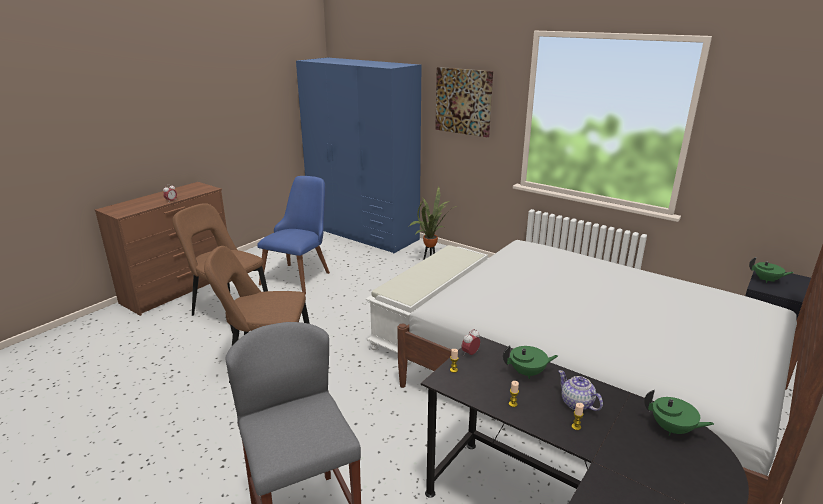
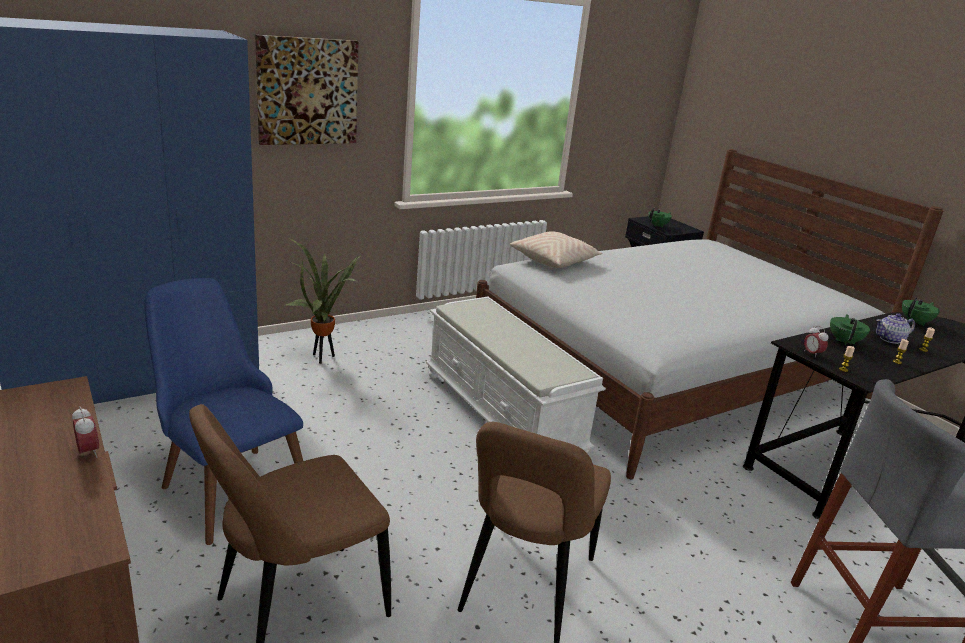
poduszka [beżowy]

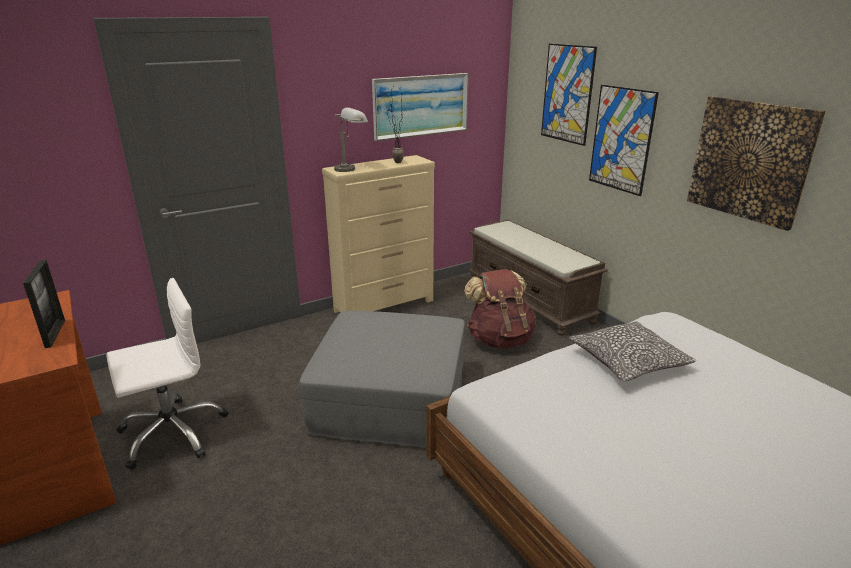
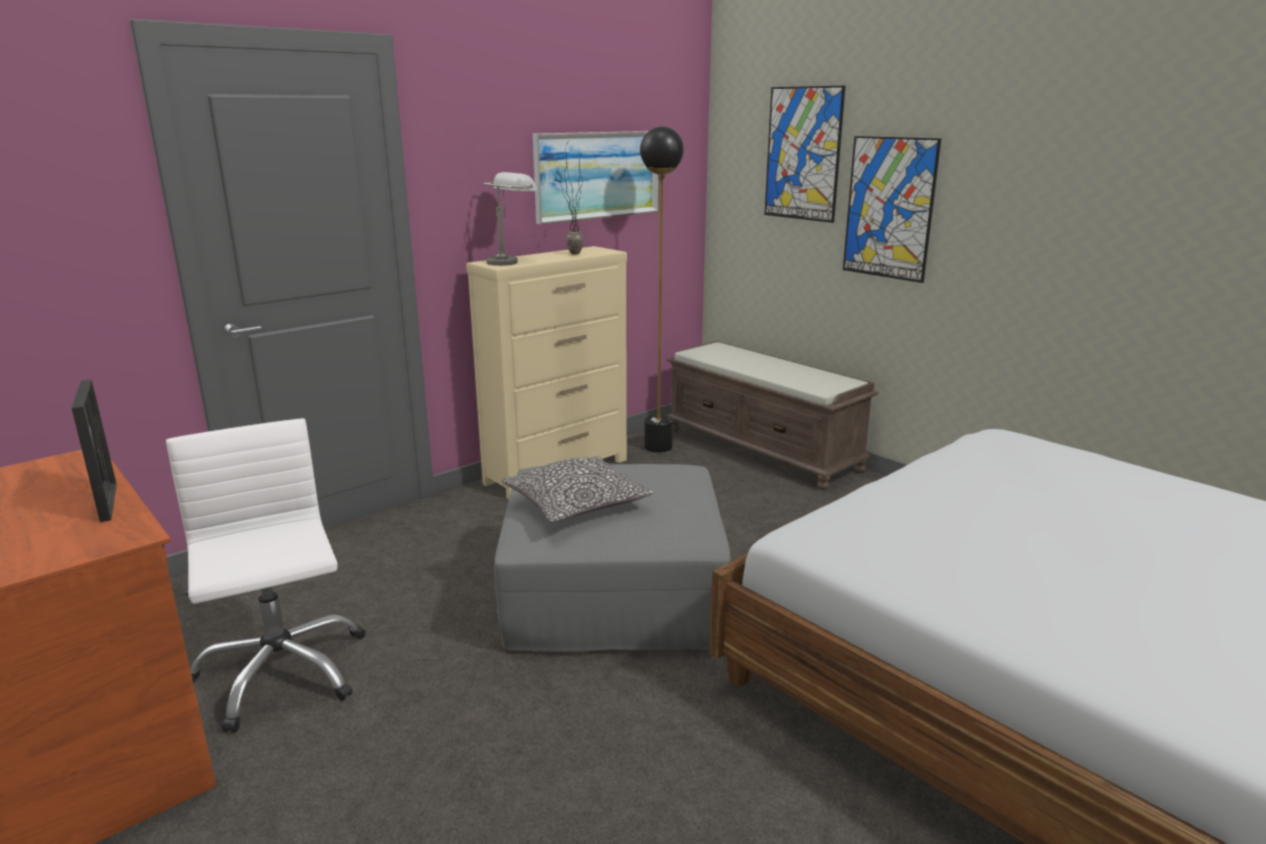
krzesło biurowe [biały]
plecak [brązowy]
poduszka
obraz (no. 4 from left in the first image)
lampa stojąca [czarny]

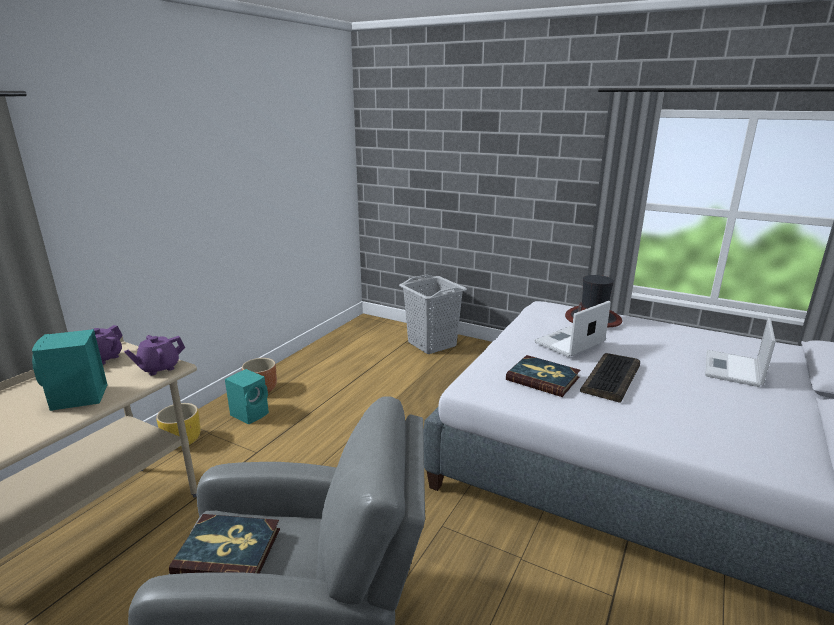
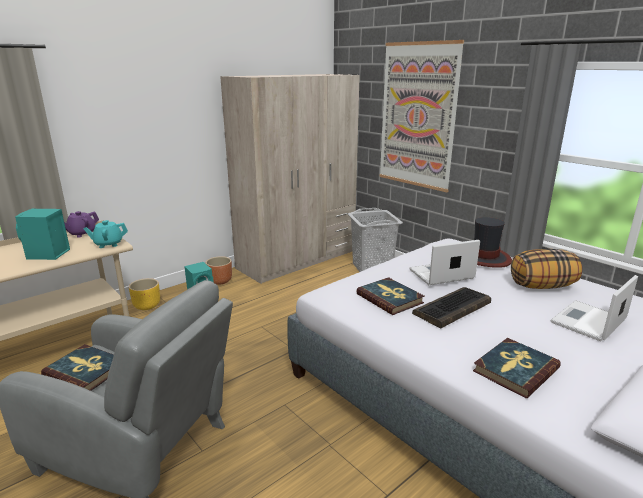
imbryk [turkusowy]
szafa [beżowy]
obraz
książka (no. 3 from left)
poduszka

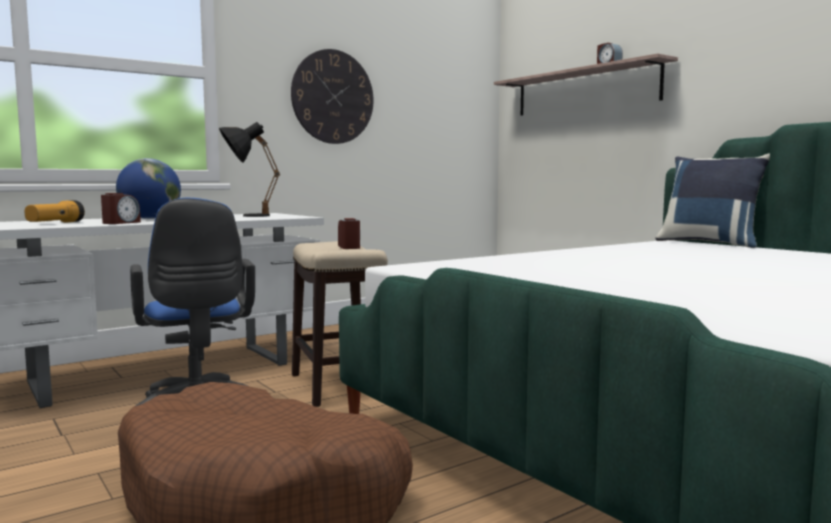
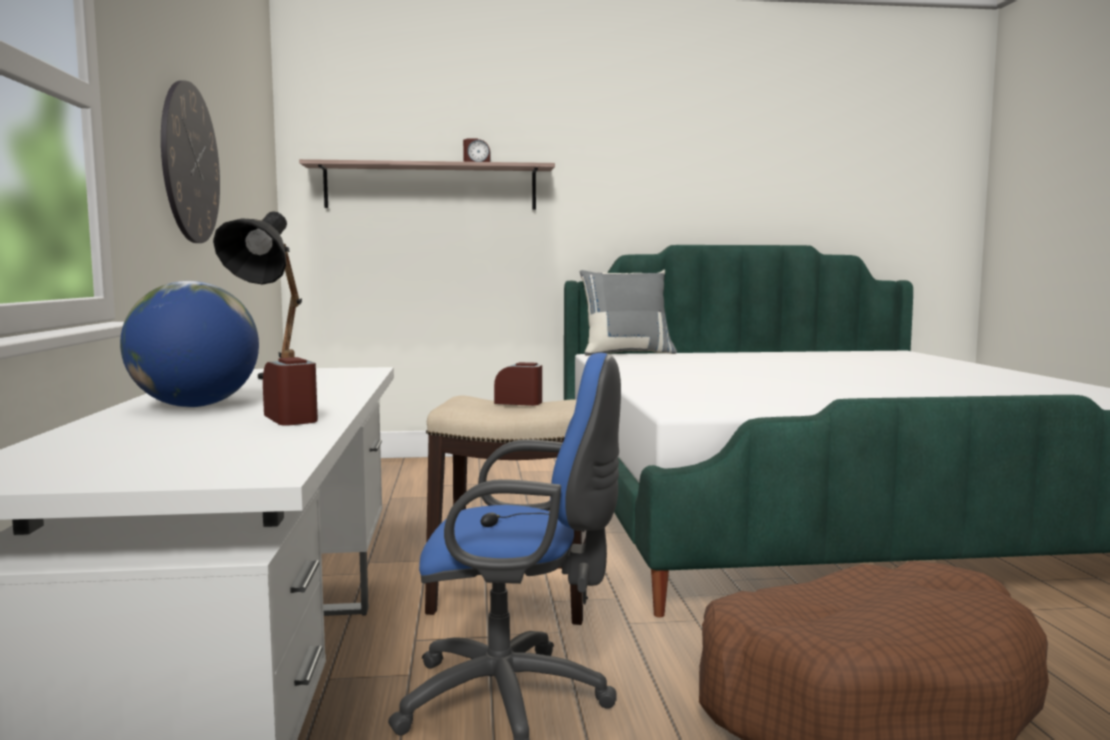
latarka
poduszka [szary]

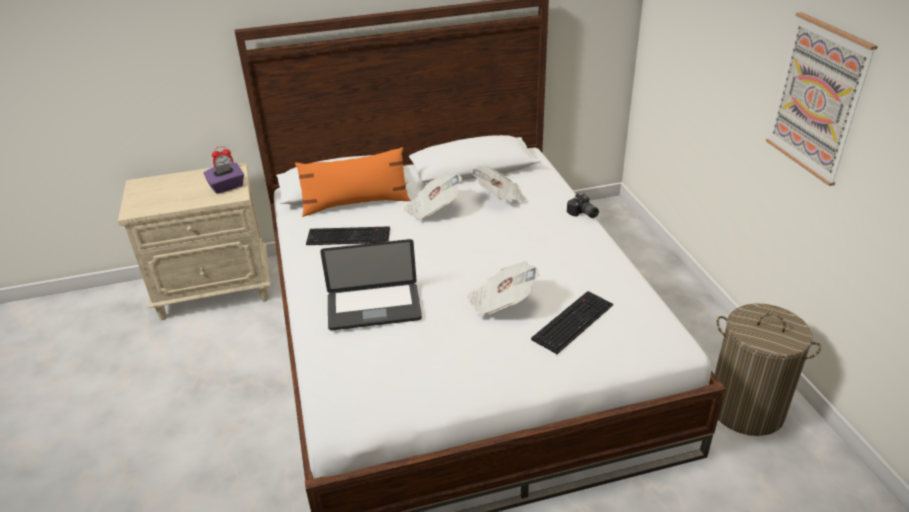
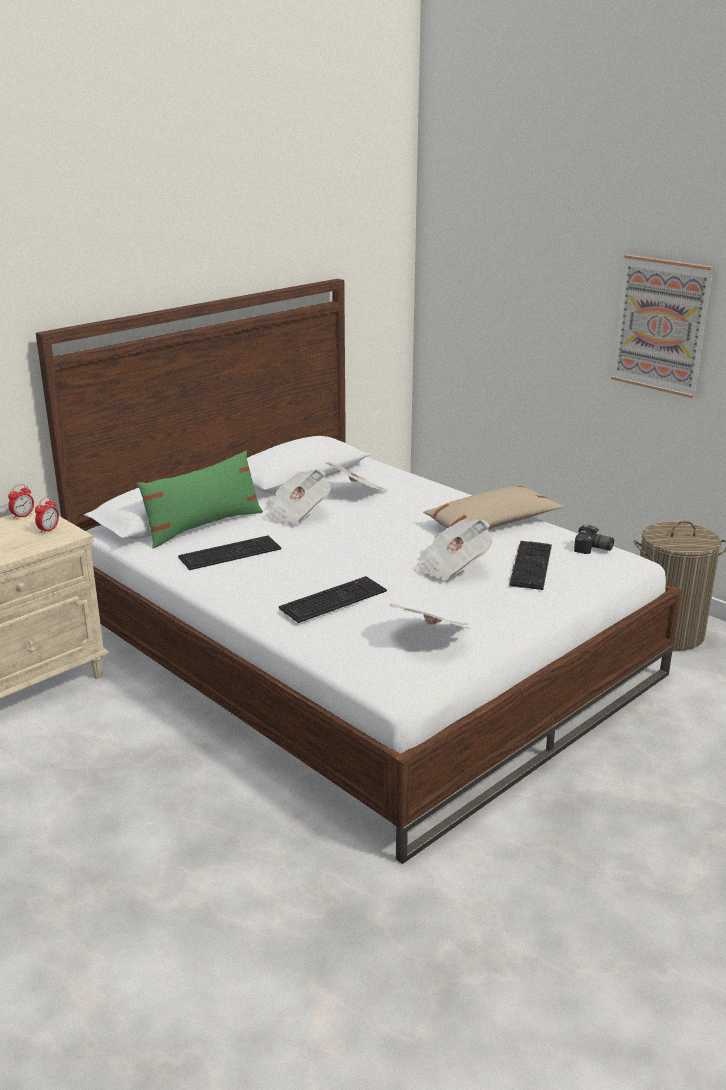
budzik (no. 2 from left)
poduszka [zielony]
klawiatura (no. 2 from left)
aparat fotograficzny
gazeta (no. 3 from left)
poduszka [beżowy]

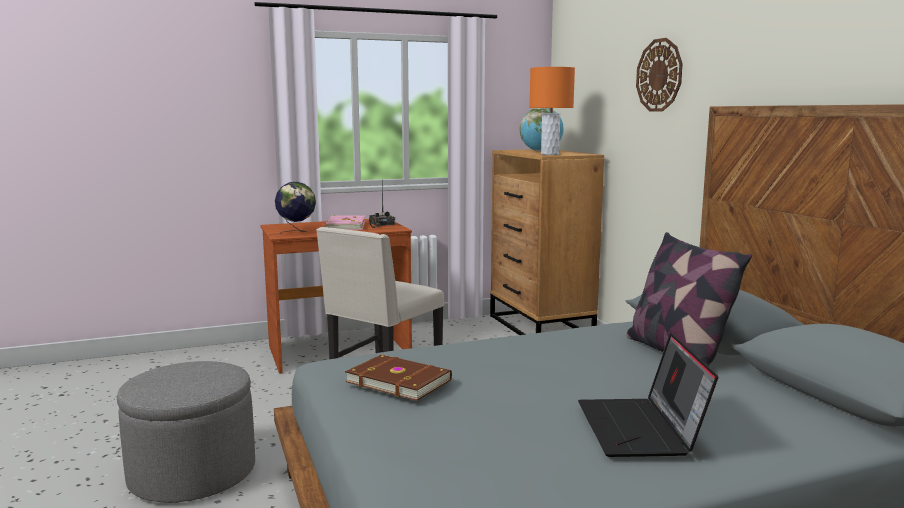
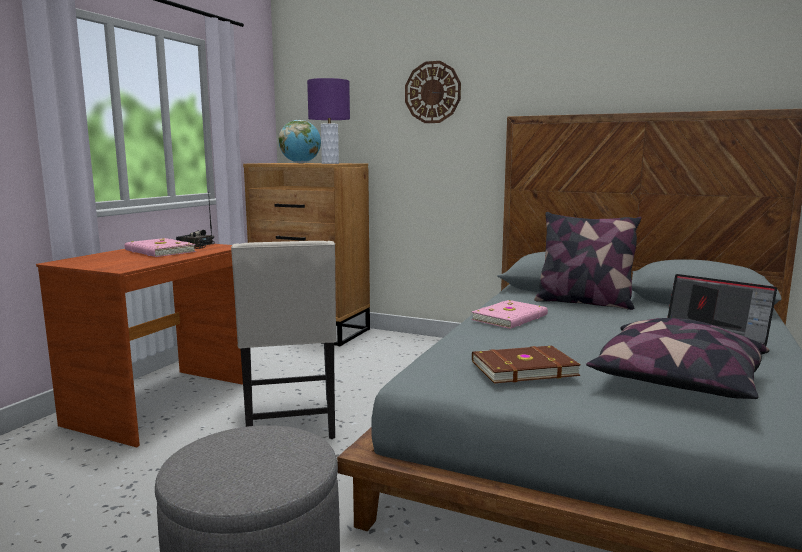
globus (no. 1 from left in the first image)
lampa stołowa [fioletowy]
książka [różowy] (no. 2 from left)
poduszka (no. 2 from left)

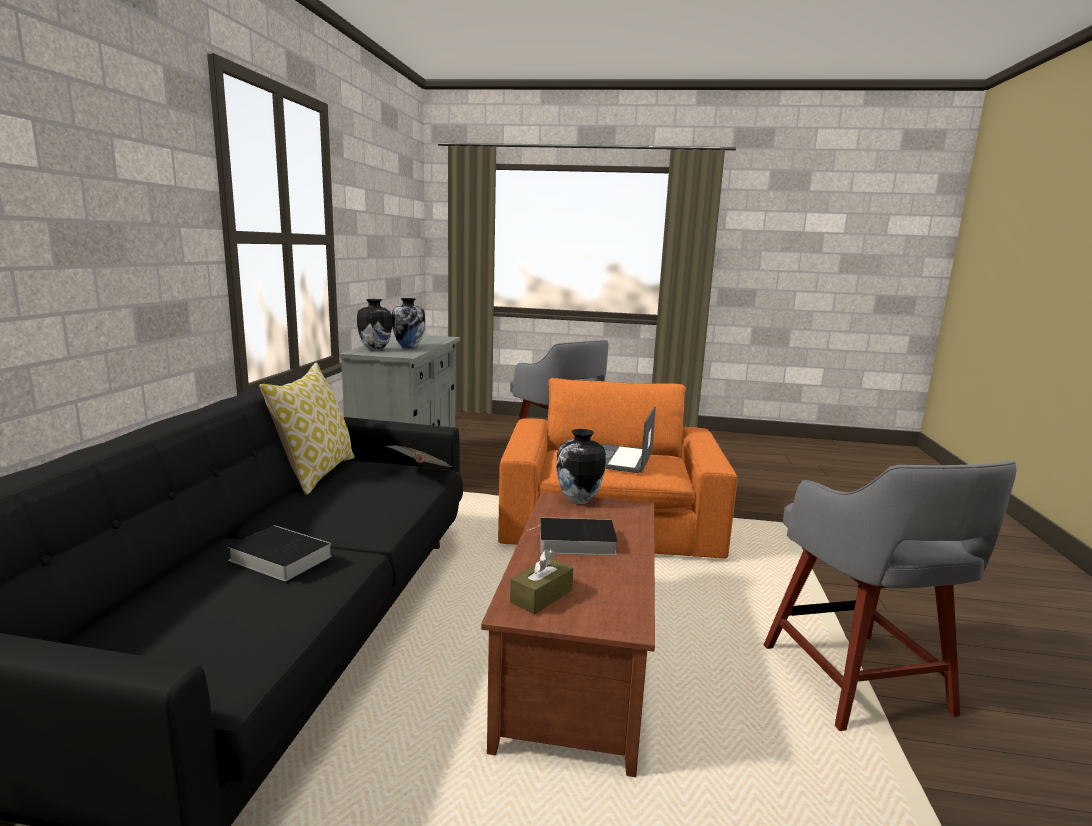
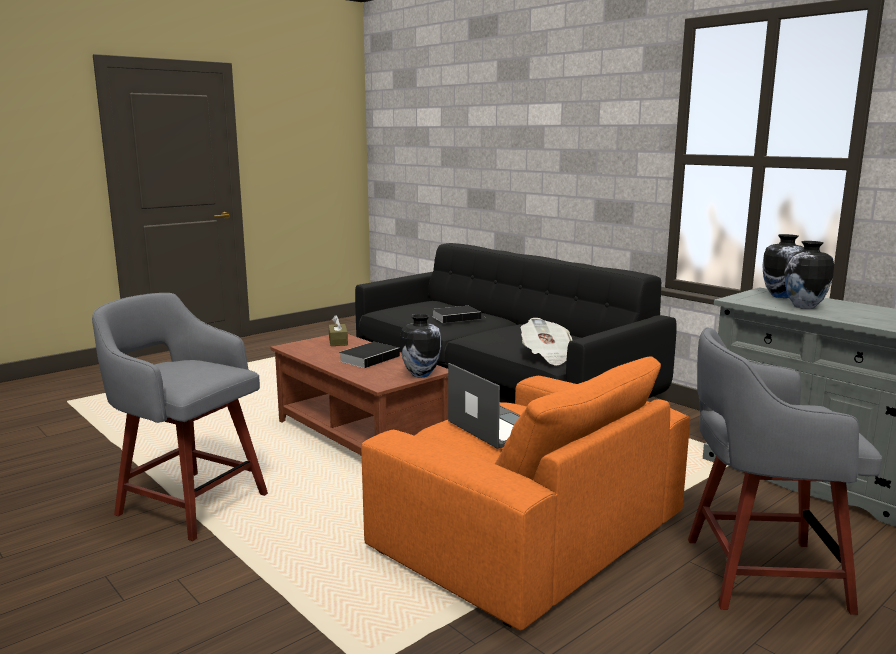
poduszka

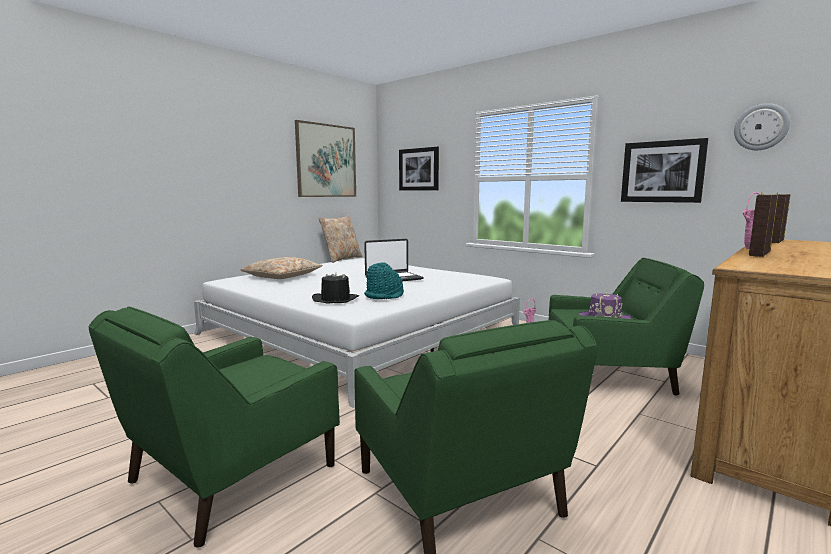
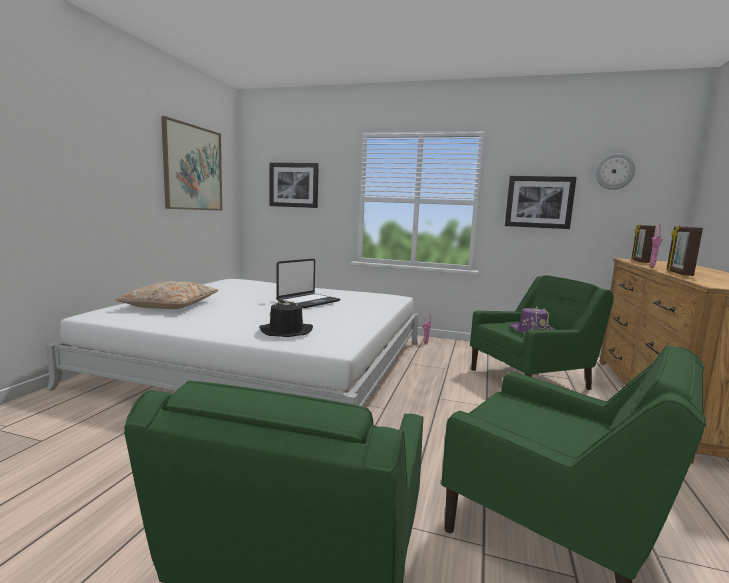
poduszka [beżowy] (no. 2 from left in the first image)
kapelusz [turkusowy]

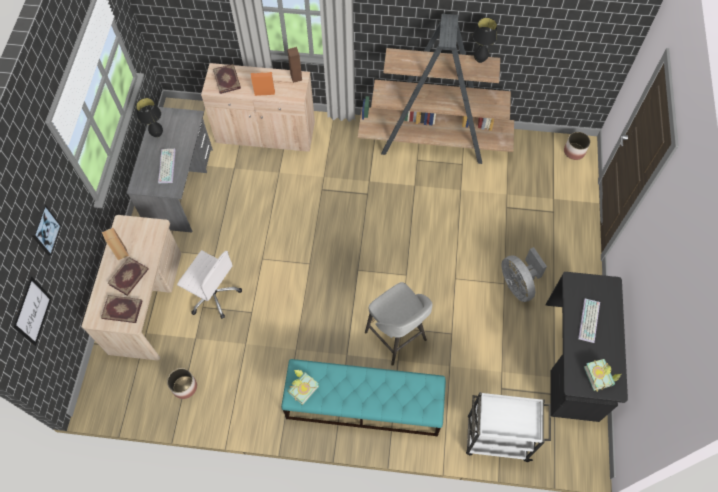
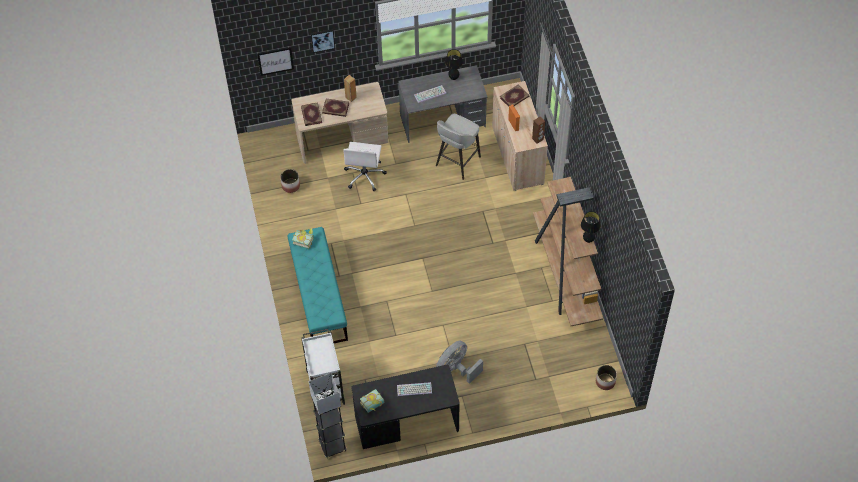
stołek [szary]
lampa stojąca [szary]

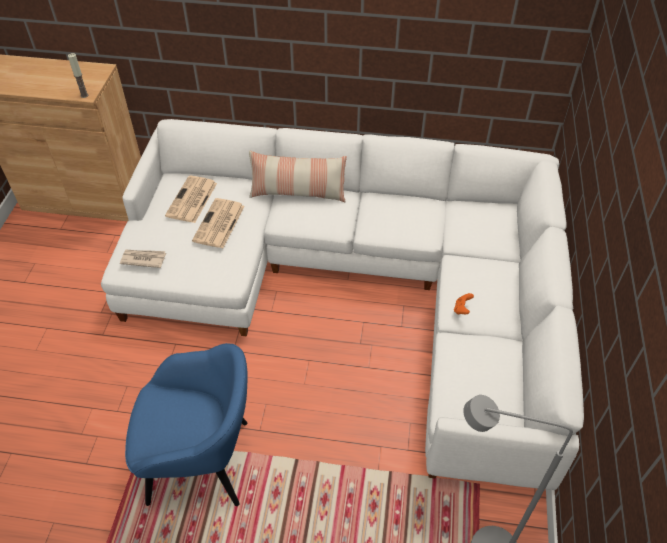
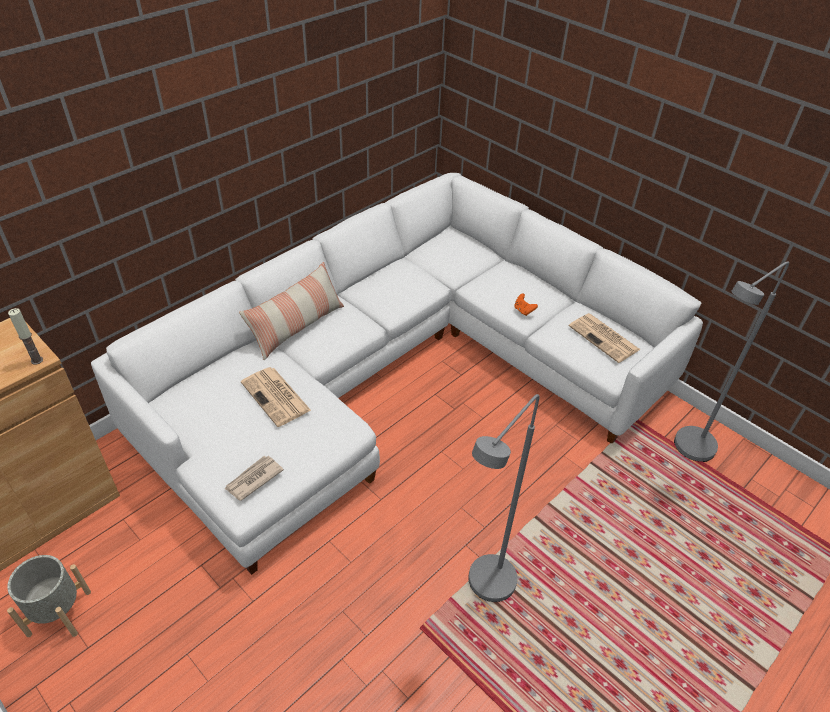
lampa stojąca [szary] (no. 1 from left)
gazeta (no. 3 from left)
donica [szary]

